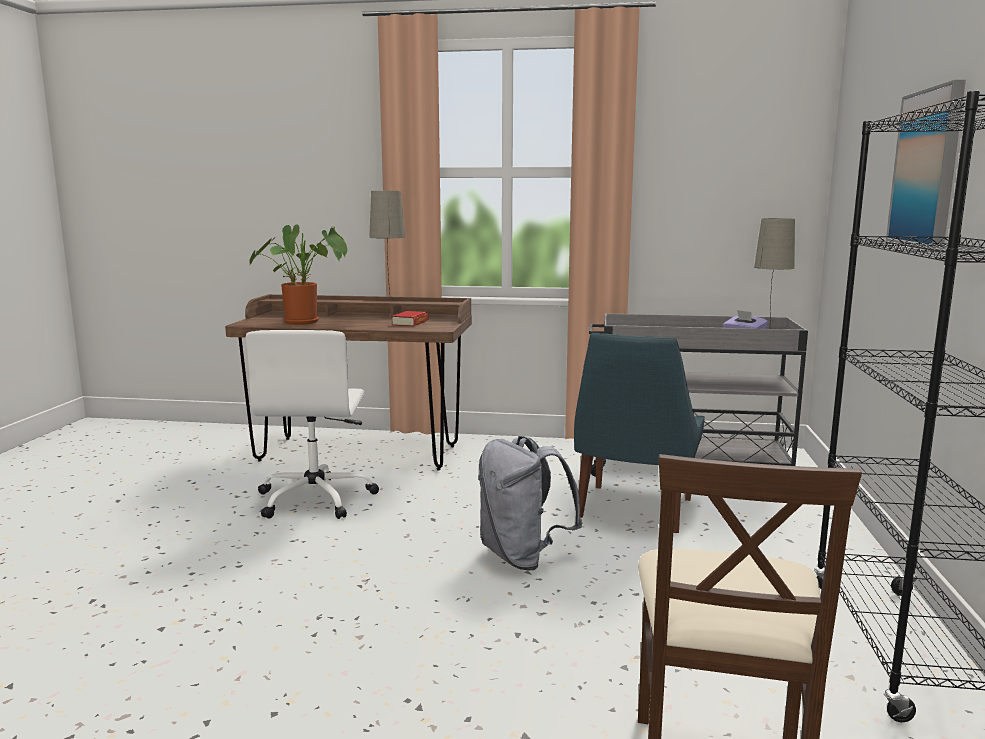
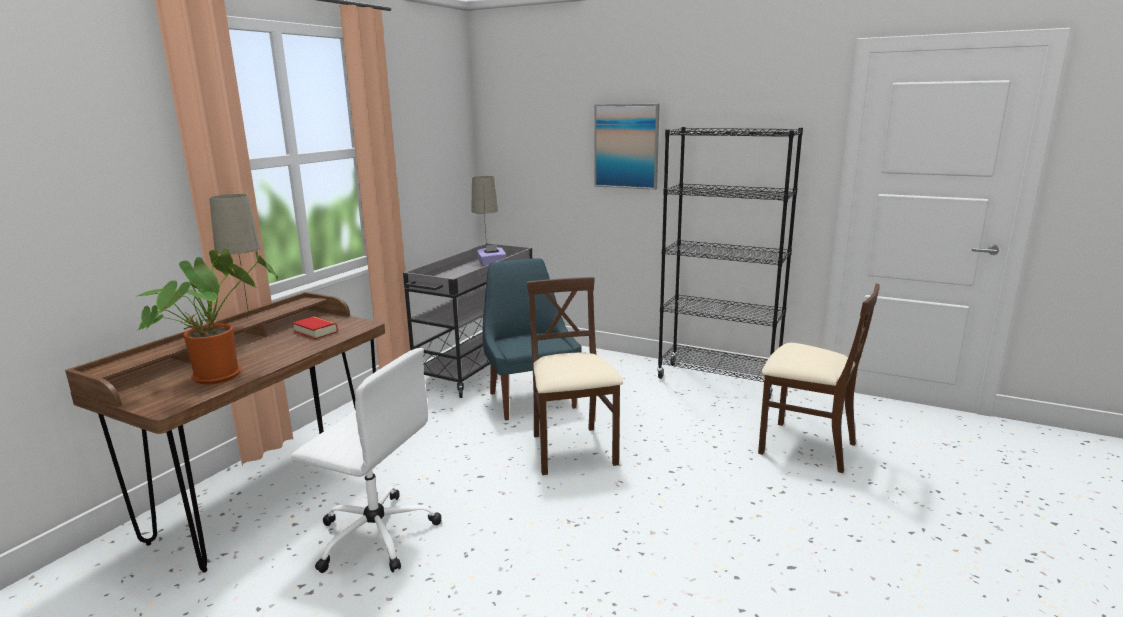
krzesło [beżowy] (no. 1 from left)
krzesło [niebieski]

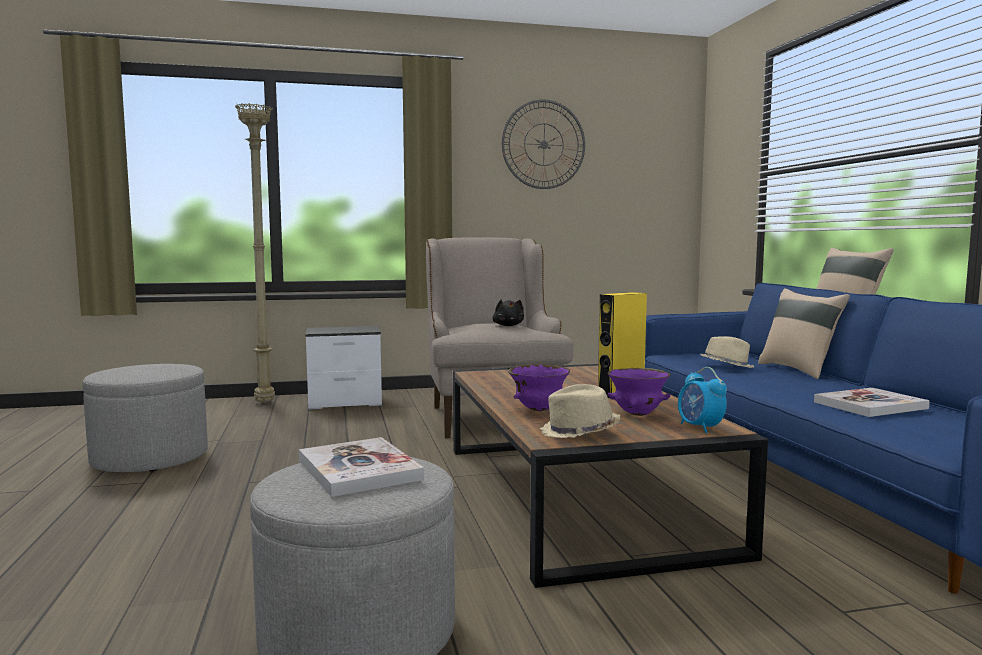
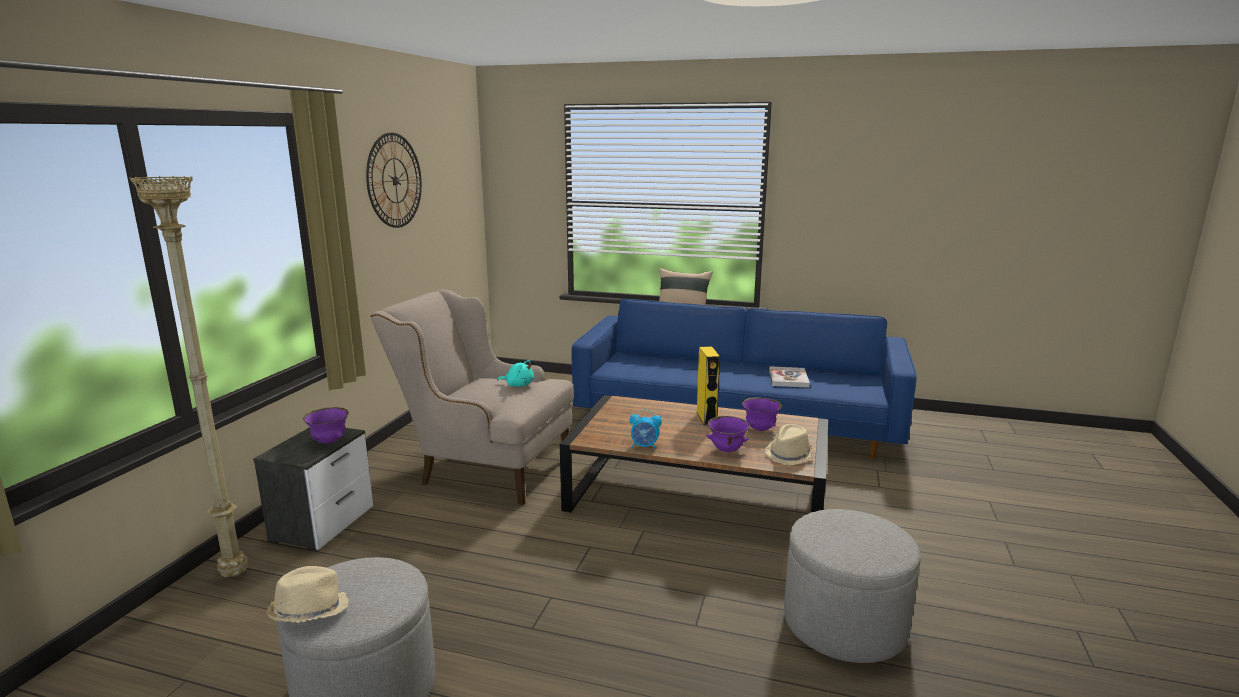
książka (no. 1 from left in the first image)
pluszak [turkusowy]
budzik
kapelusz [beżowy] (no. 1 from left)
poduszka [beżowy] (no. 1 from left in the first image)
miska [fioletowy] (no. 1 from left)

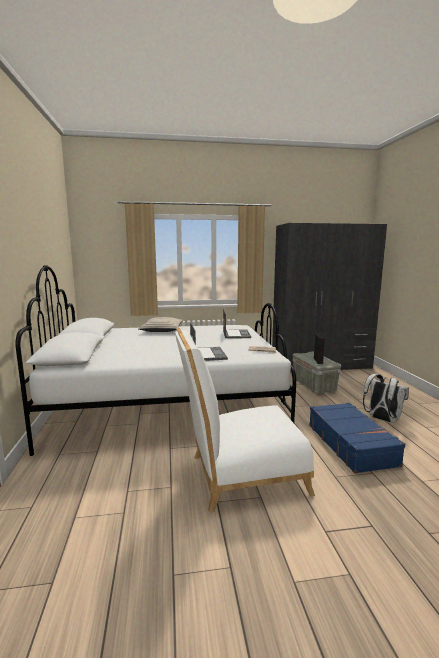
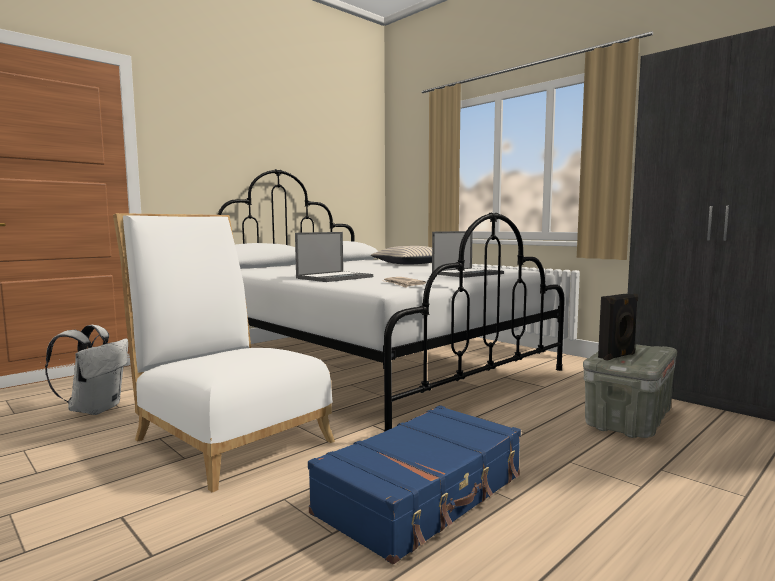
plecak [biały]

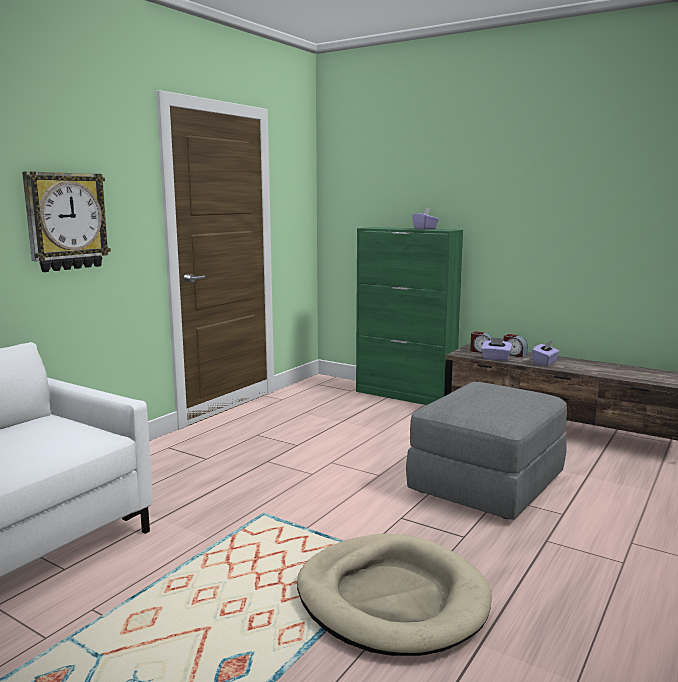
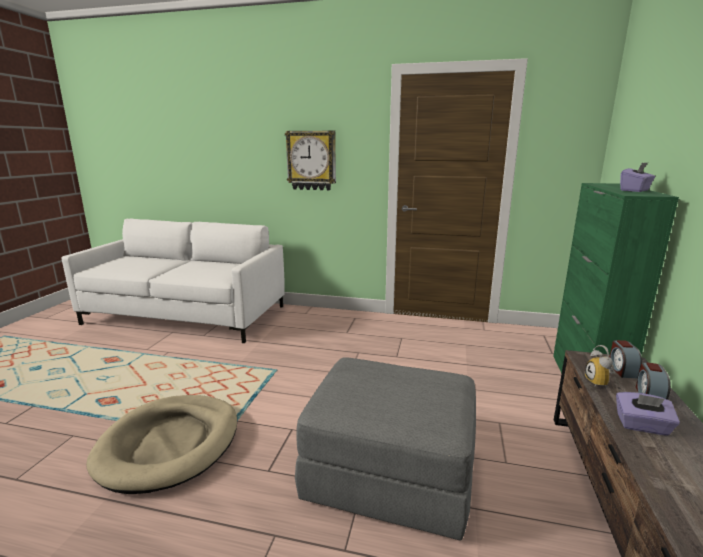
budzik (no. 1 from left)

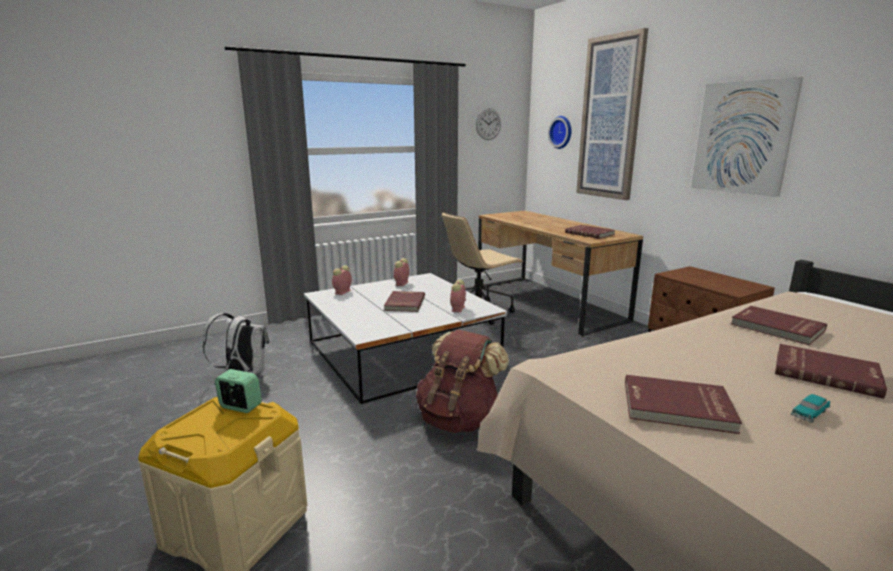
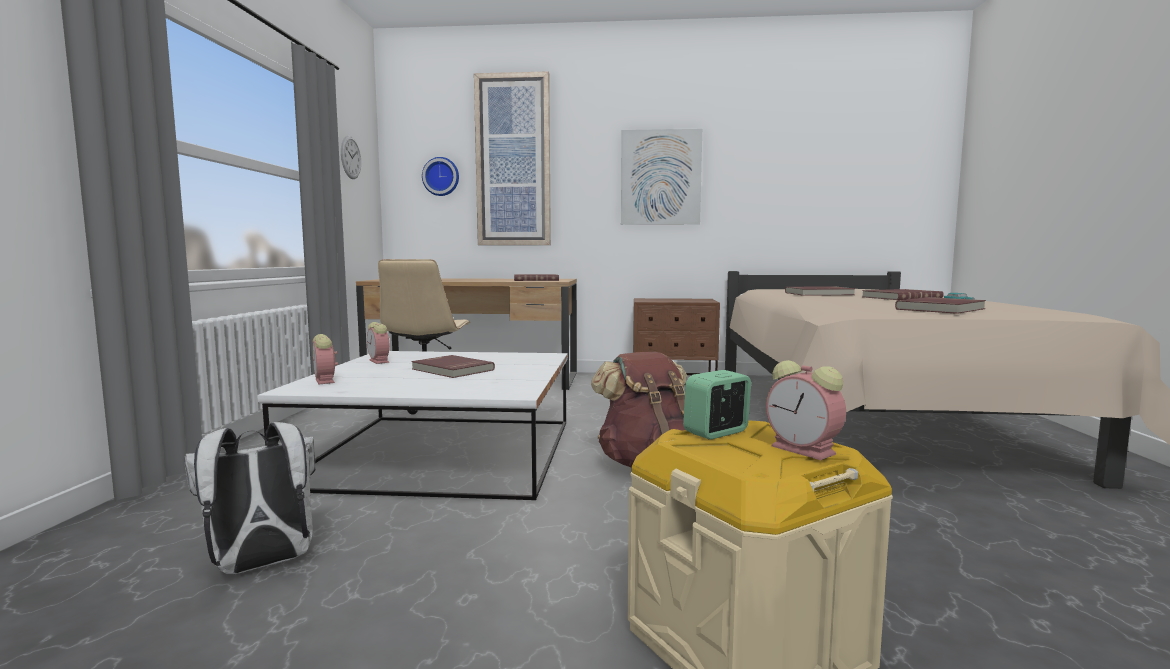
budzik (no. 4 from left)

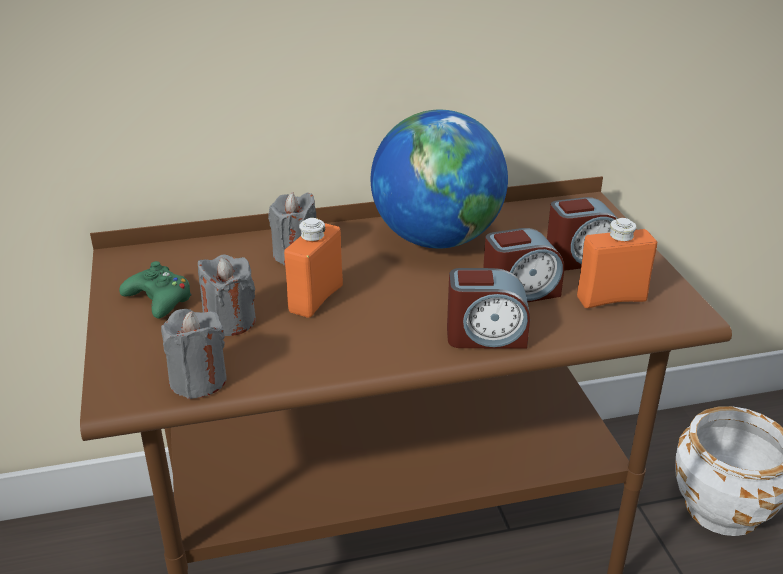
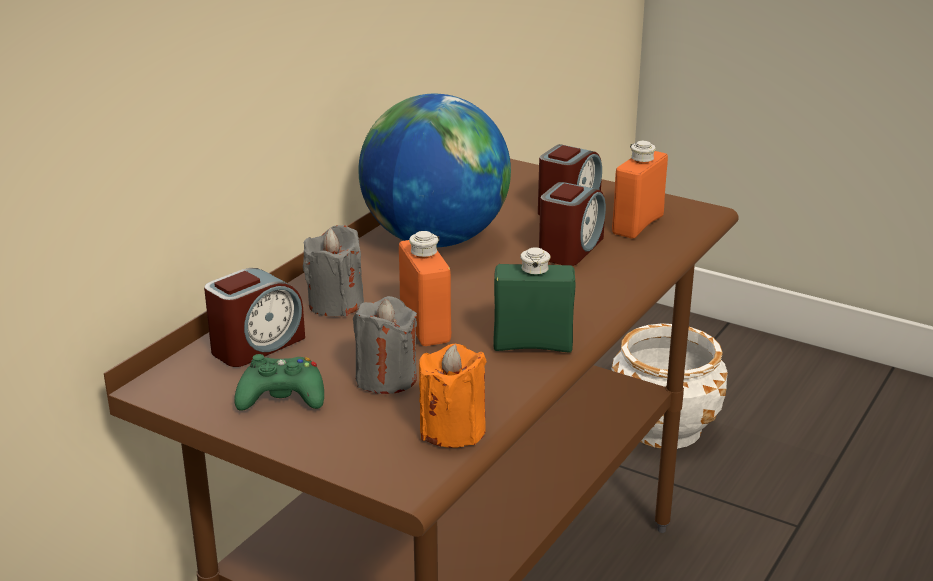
świeca [pomarańczowy]
budzik (no. 1 from left)
butelka [zielony]

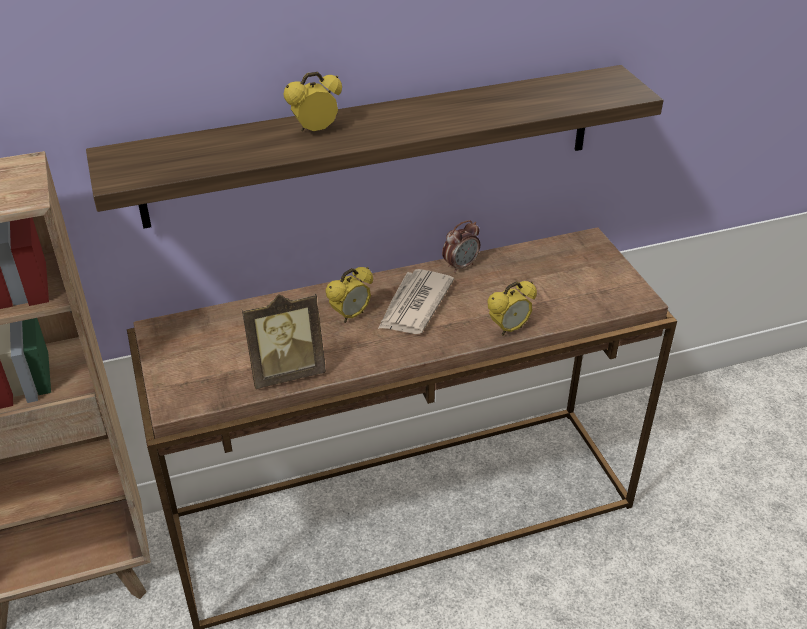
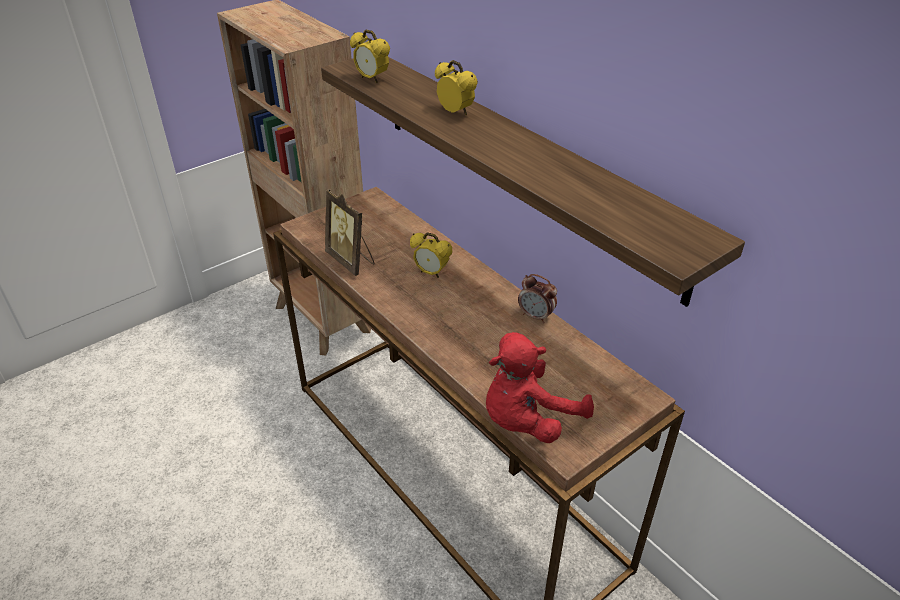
gazeta
budzik (no. 1 from left)
pluszak [czerwony]

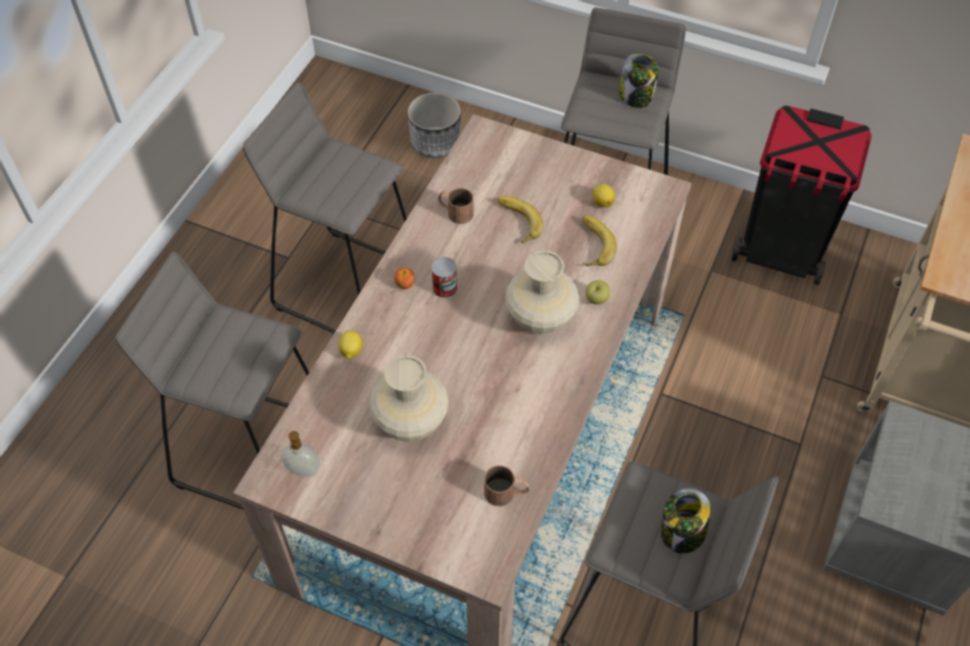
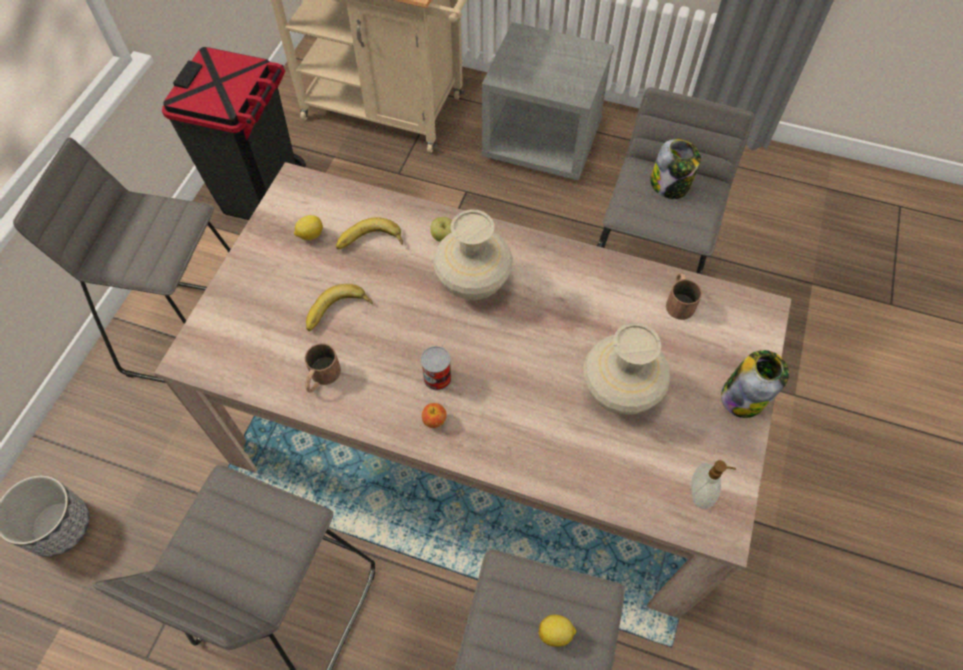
cytryna (no. 2 from left)
słoik (no. 2 from left)

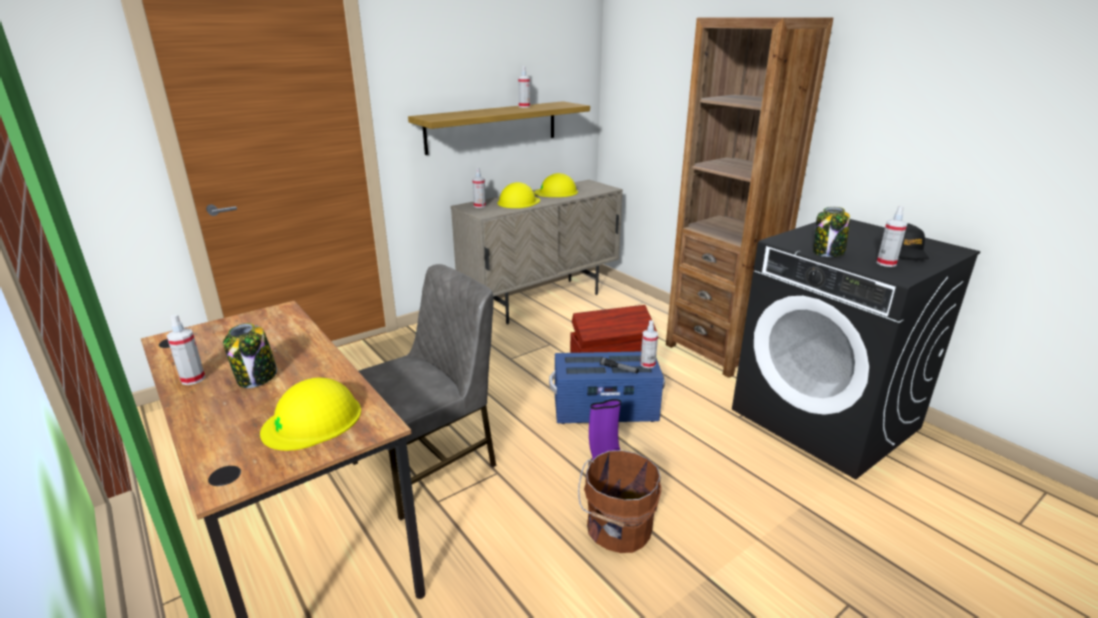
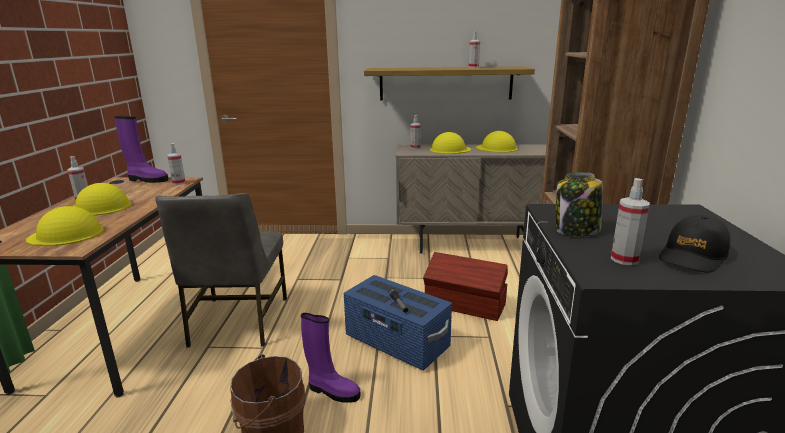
kask [żółty] (no. 2 from left)
krzesło [szary]
spryskiwacz (no. 2 from left)
but z cholewką [fioletowy] (no. 1 from left)

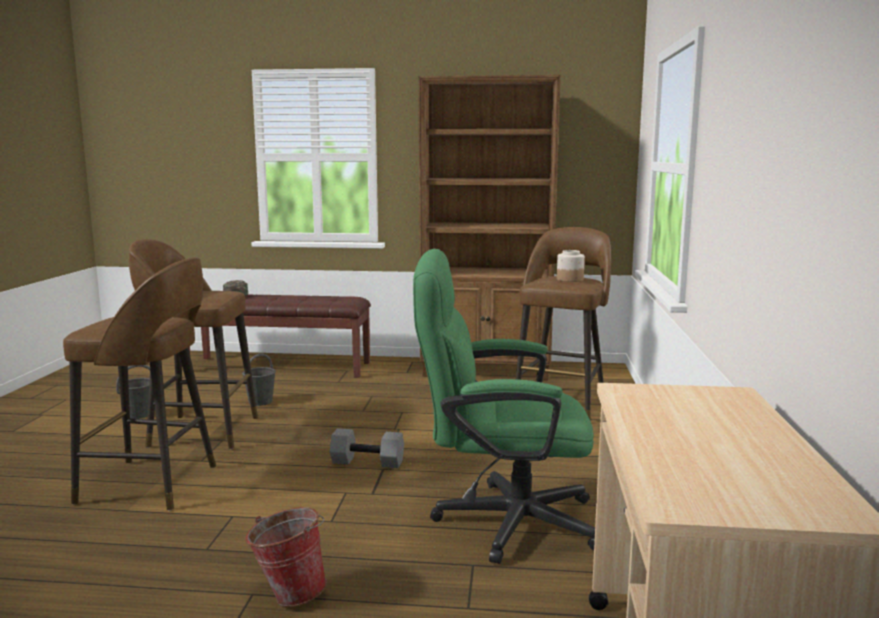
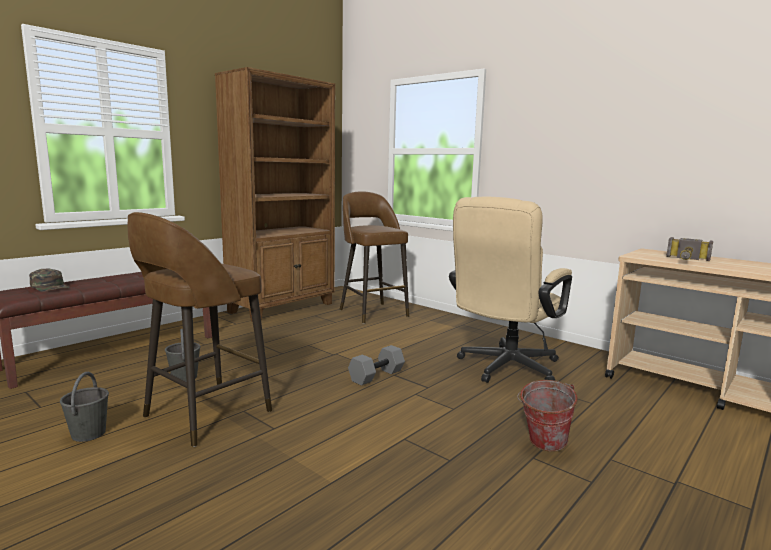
stołek [brązowy] (no. 1 from left in the first image)
krzesło biurowe [beżowy]
słoik
młotek

